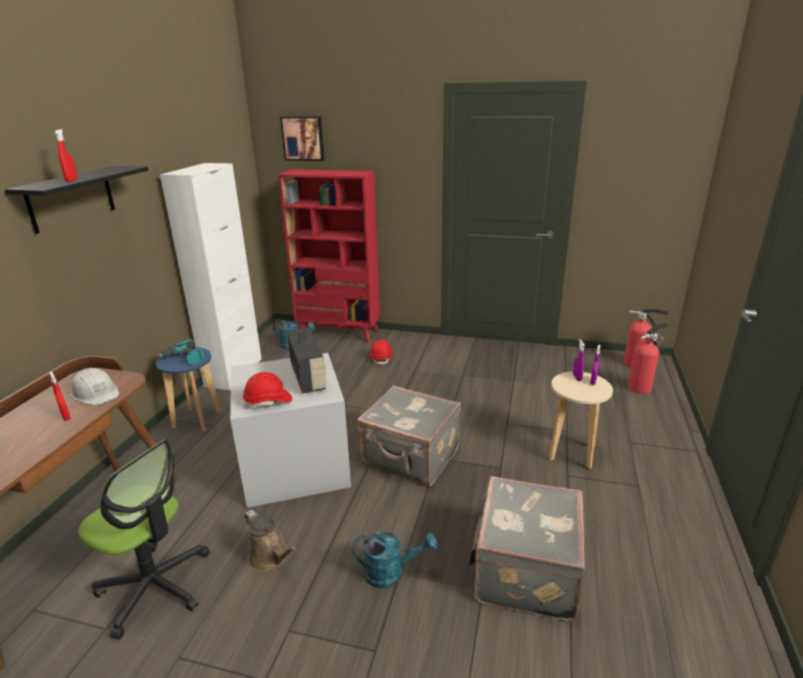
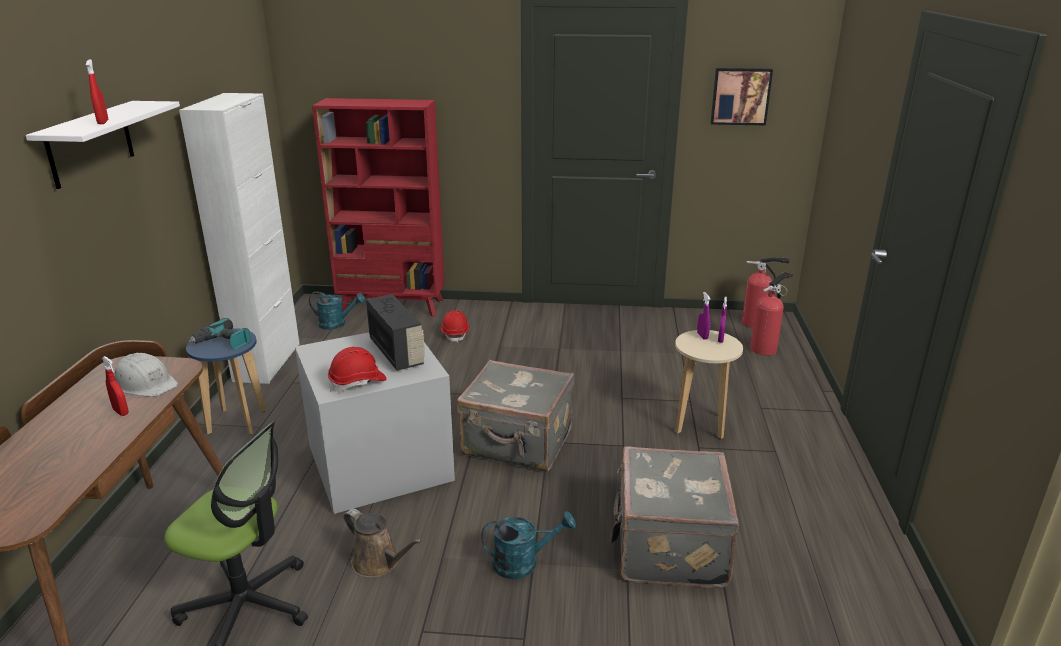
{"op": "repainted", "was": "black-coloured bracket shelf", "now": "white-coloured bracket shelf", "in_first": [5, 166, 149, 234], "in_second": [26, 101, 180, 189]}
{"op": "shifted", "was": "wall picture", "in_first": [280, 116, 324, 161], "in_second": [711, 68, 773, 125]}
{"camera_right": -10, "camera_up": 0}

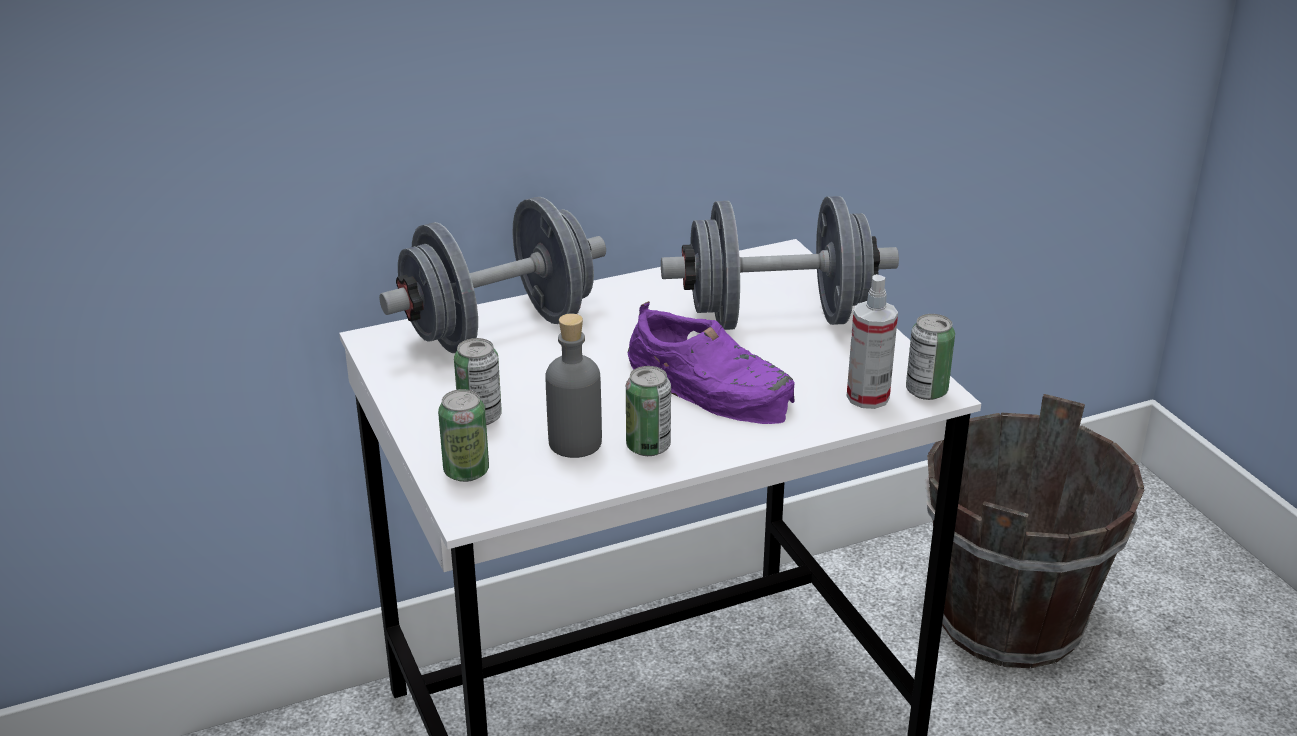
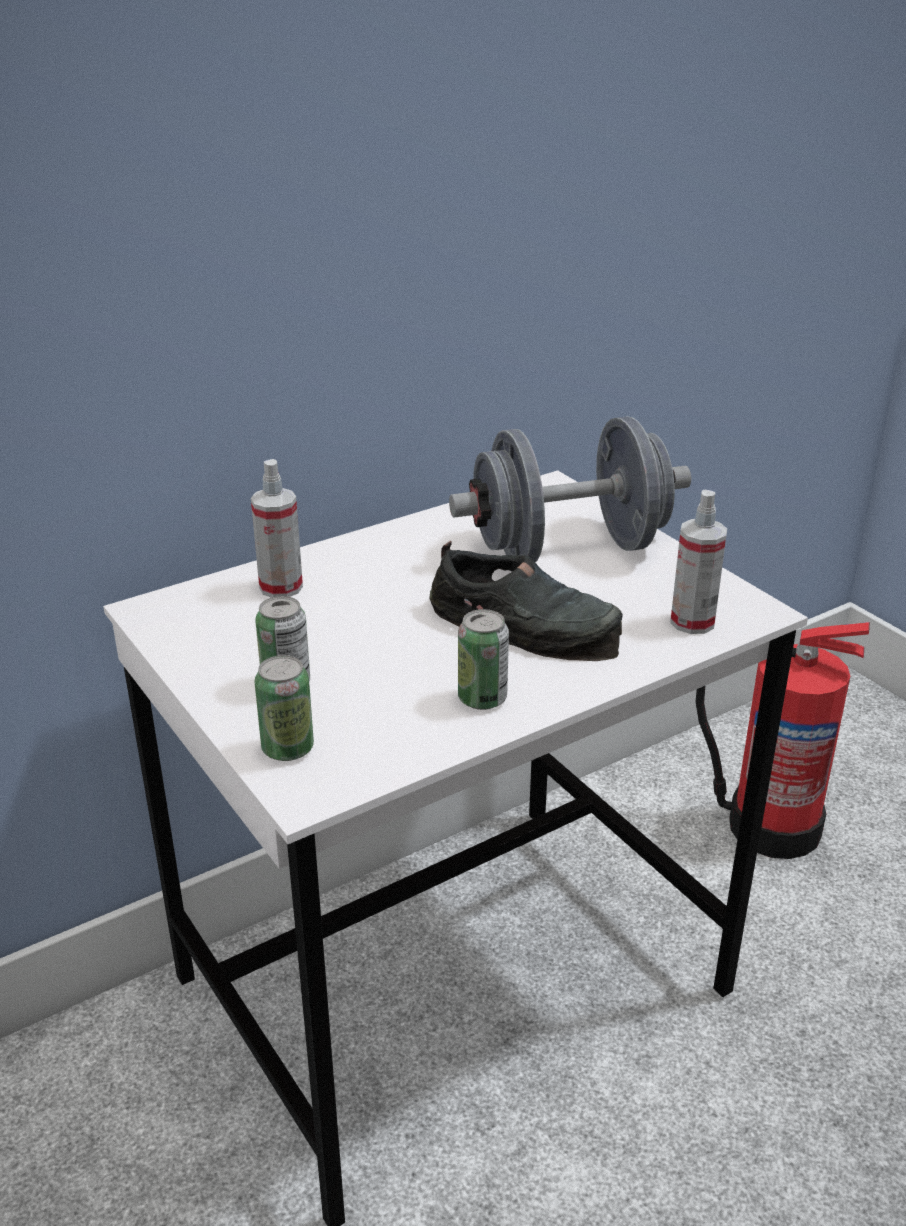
{"op": "swapped", "was": "grey dumbbell", "now": "hand sprayer", "in_first": [379, 197, 606, 353], "in_second": [251, 459, 303, 598]}
{"op": "gone", "was": "grey drink bottle", "in_first": [545, 313, 602, 458]}
{"op": "repainted", "was": "purple-coloured low shoe", "now": "black-coloured low shoe", "in_first": [628, 301, 795, 424], "in_second": [429, 541, 623, 661]}
{"op": "gone", "was": "metal can", "in_first": [906, 314, 955, 400]}
{"op": "swapped", "was": "brown pail", "now": "fire-fighting cylinder", "in_first": [925, 394, 1144, 668], "in_second": [696, 622, 870, 859]}
{"camera_right": -10, "camera_up": 0}

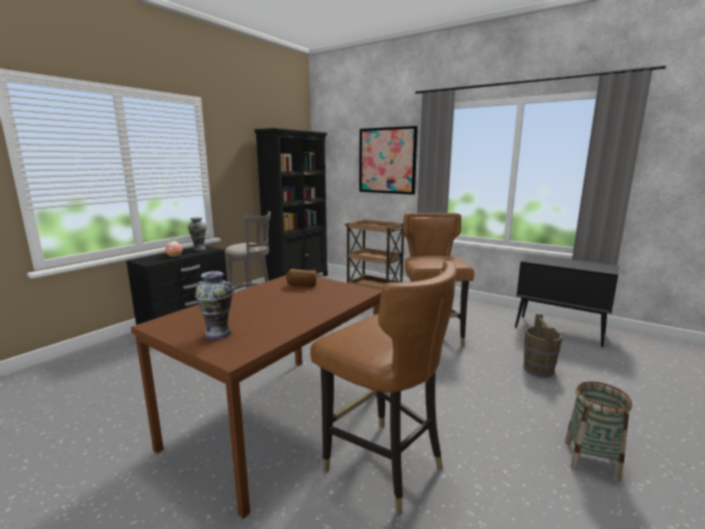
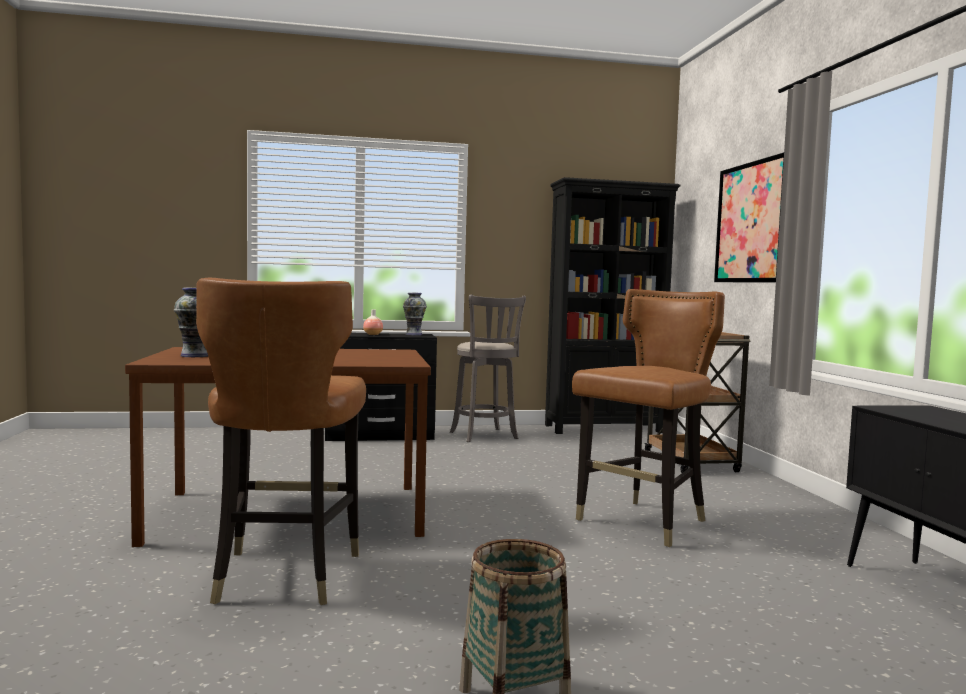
{"op": "gone", "was": "bread", "in_first": [286, 269, 317, 287]}
{"op": "gone", "was": "brown pail", "in_first": [523, 314, 563, 377]}
{"camera_right": 45, "camera_up": -10}

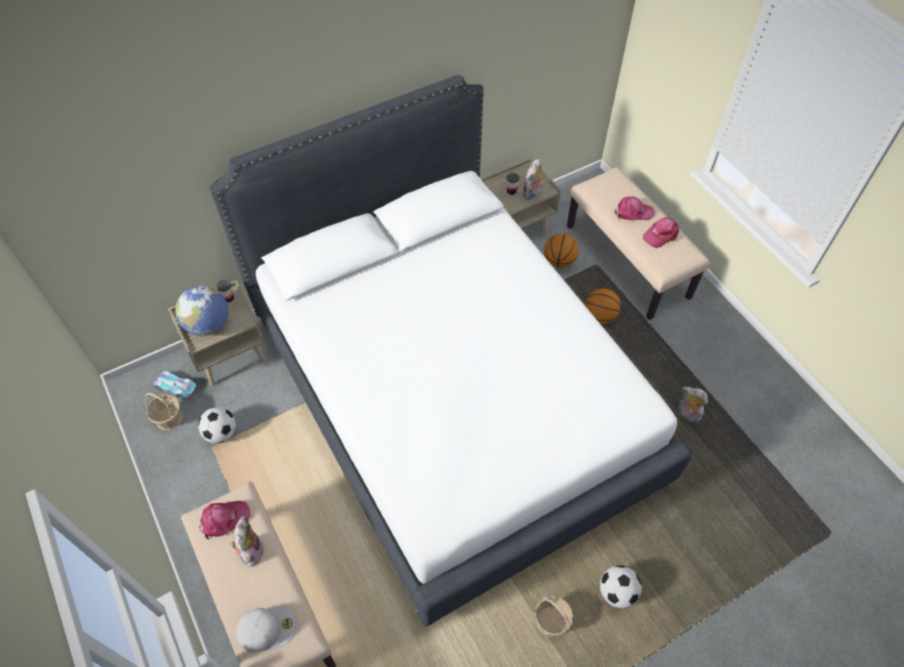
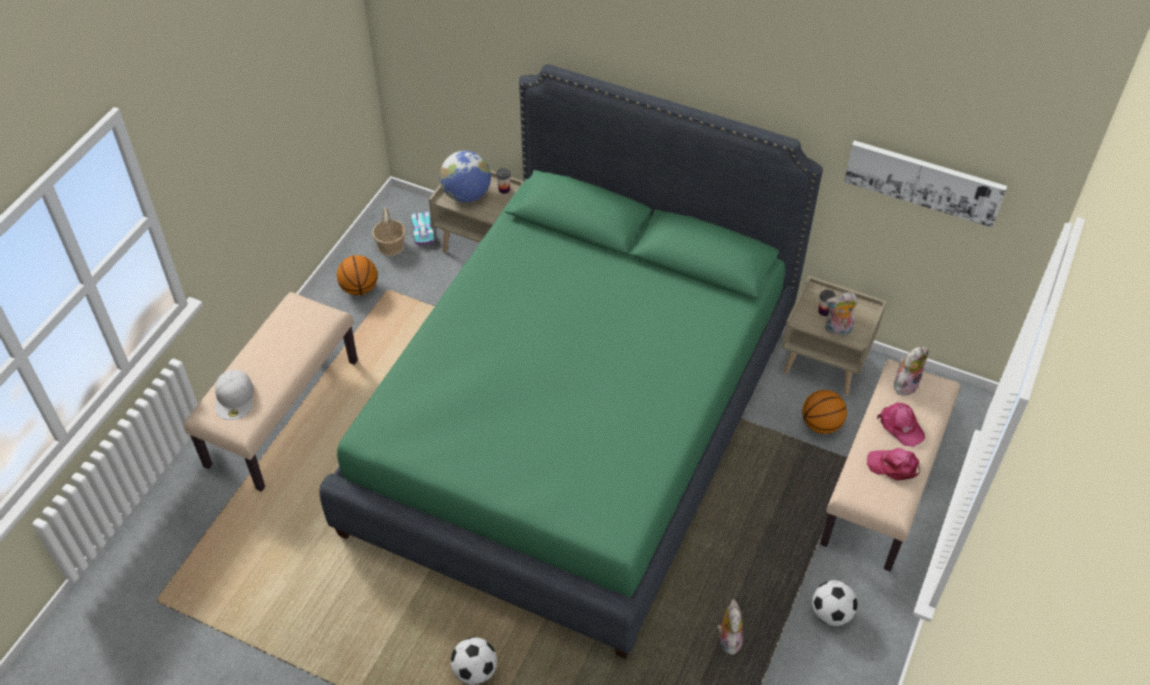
{"op": "shifted", "was": "football", "in_first": [198, 407, 236, 443], "in_second": [812, 580, 858, 626]}
{"op": "gone", "was": "pink-coloured baseball cap", "in_first": [200, 501, 251, 539]}
{"op": "repainted", "was": "white-coloured bed", "now": "green bed", "in_first": [210, 75, 692, 627], "in_second": [319, 64, 823, 659]}
{"op": "shifted", "was": "plush toy", "in_first": [230, 516, 264, 567], "in_second": [894, 347, 929, 396]}
{"op": "rotated", "was": "white-coloured baseball cap", "in_first": [236, 607, 296, 652], "in_second": [215, 370, 254, 420], "clockwise": 45}
{"op": "gone", "was": "storage basket", "in_first": [534, 596, 573, 637]}
{"op": "shifted", "was": "ball for basketball", "in_first": [585, 288, 621, 324], "in_second": [337, 255, 378, 296]}
{"op": "new", "now": "wall picture", "in_second": [844, 140, 1007, 228]}
{"camera_right": 55, "camera_up": -5}

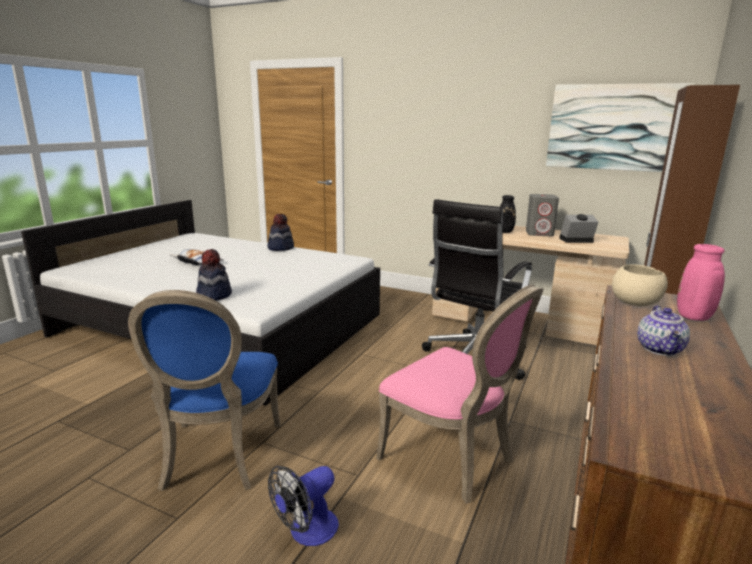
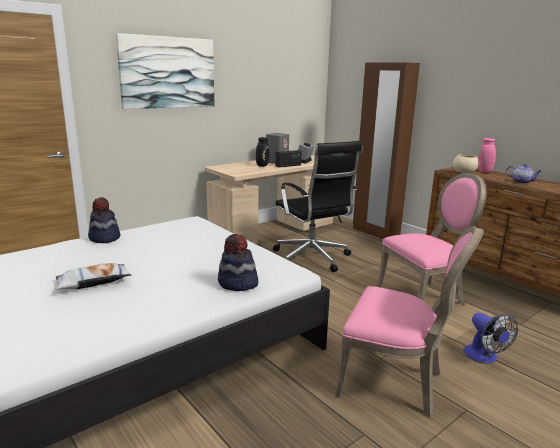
{"op": "repainted", "was": "bluish chair", "now": "pink-coloured chair", "in_first": [128, 290, 280, 491], "in_second": [335, 226, 484, 418]}
{"op": "shifted", "was": "wall picture", "in_first": [546, 83, 695, 172], "in_second": [116, 33, 215, 109]}
{"op": "new", "now": "radio", "in_second": [276, 150, 302, 167]}
{"camera_right": -65, "camera_up": 0}

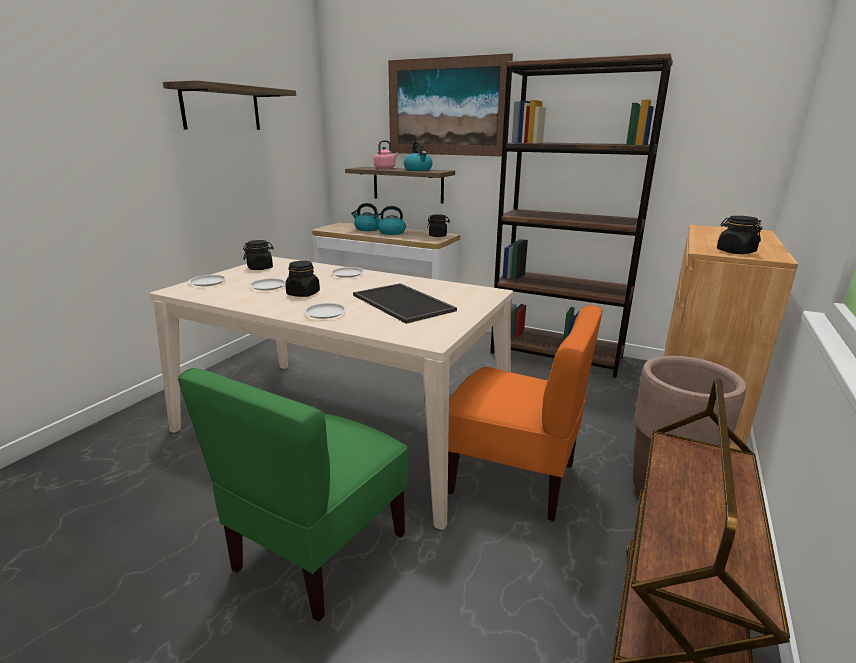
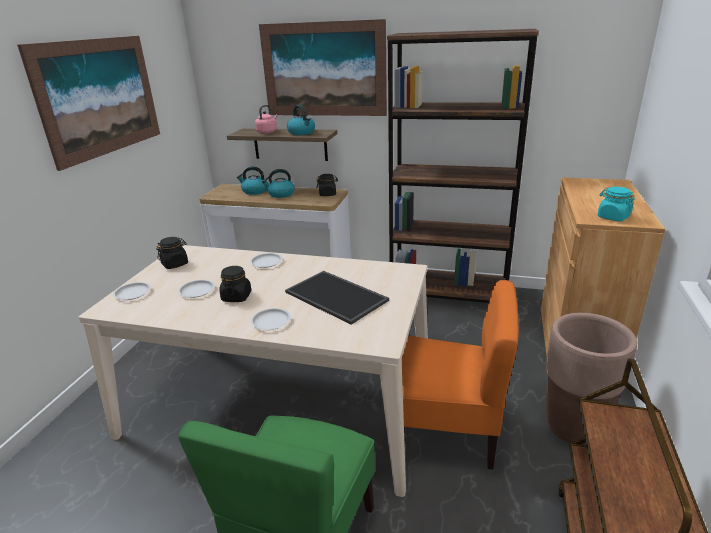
{"op": "swapped", "was": "bracket shelf", "now": "wall picture", "in_first": [163, 80, 296, 130], "in_second": [17, 36, 160, 171]}
{"op": "repainted", "was": "black-coloured preserve jar", "now": "turquoise preserve jar", "in_first": [717, 216, 763, 254], "in_second": [598, 187, 635, 221]}
{"camera_right": -10, "camera_up": 5}

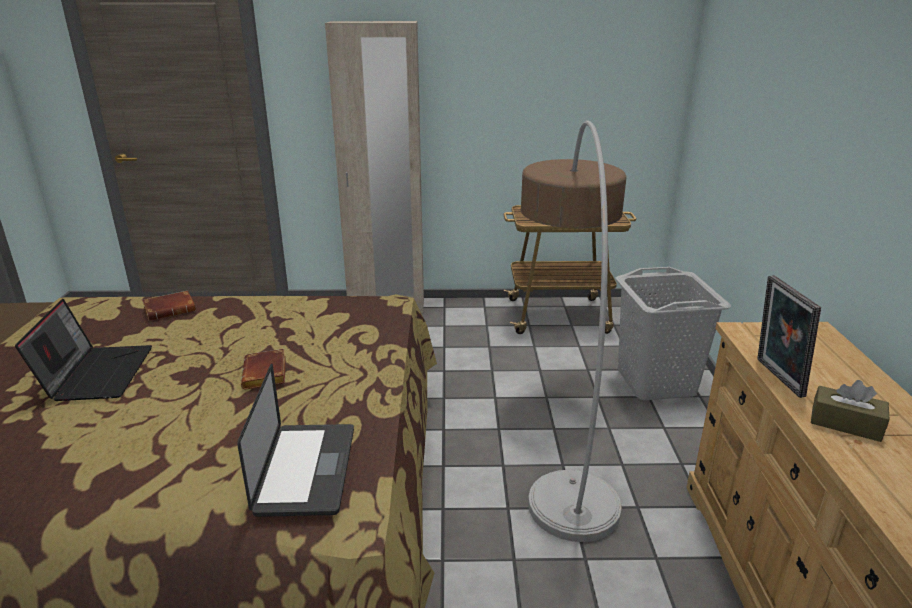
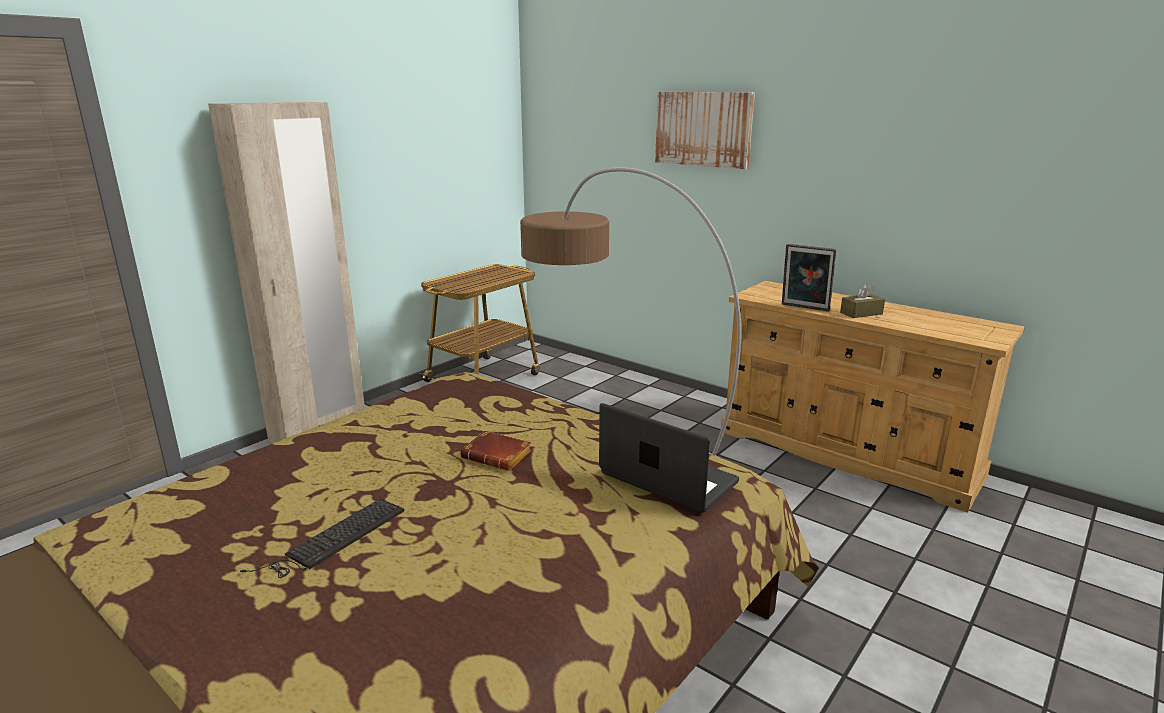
{"op": "swapped", "was": "notebook computer", "now": "keyboard", "in_first": [15, 299, 152, 401], "in_second": [240, 499, 404, 578]}
{"op": "gone", "was": "brown volume", "in_first": [142, 291, 196, 321]}
{"op": "gone", "was": "grey hamper", "in_first": [615, 267, 731, 400]}
{"op": "new", "now": "wall picture", "in_second": [655, 92, 755, 169]}
{"camera_right": -50, "camera_up": -5}

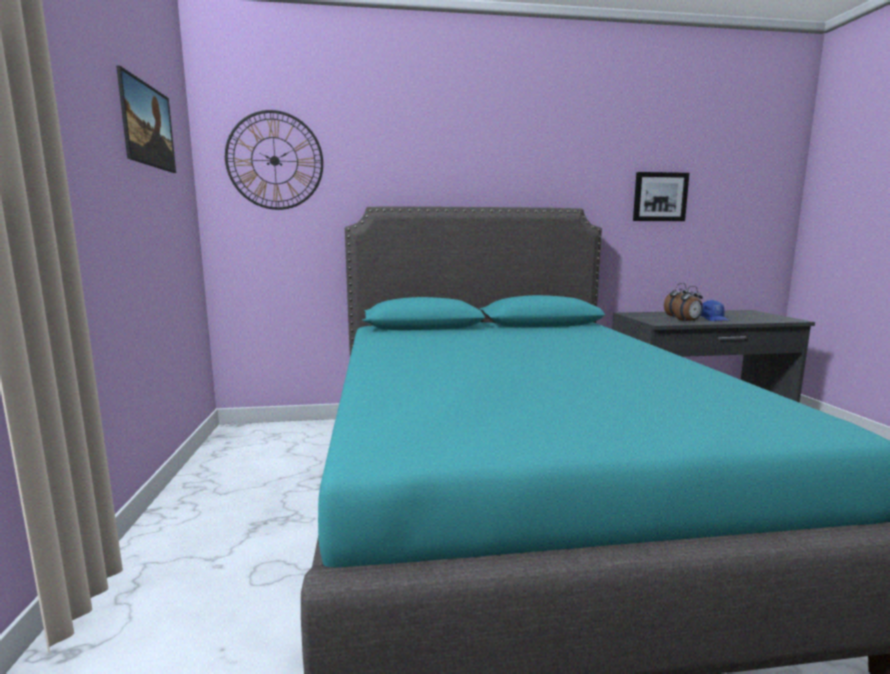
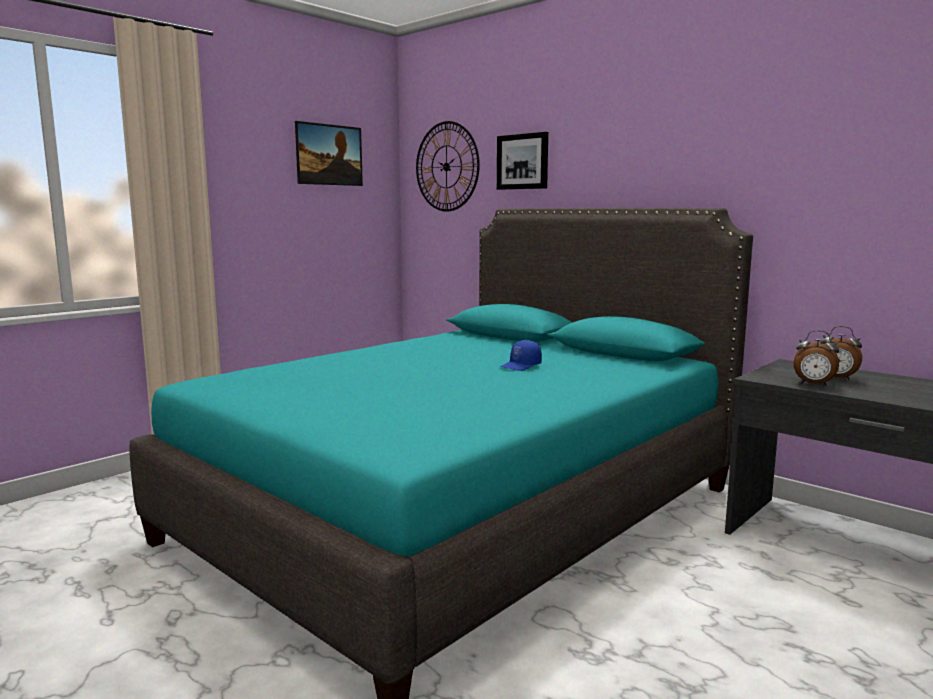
{"op": "shifted", "was": "wall picture", "in_first": [633, 172, 689, 221], "in_second": [497, 132, 548, 190]}
{"op": "shifted", "was": "bluish baseball cap", "in_first": [700, 300, 730, 321], "in_second": [501, 340, 542, 371]}
{"camera_right": 50, "camera_up": 0}

